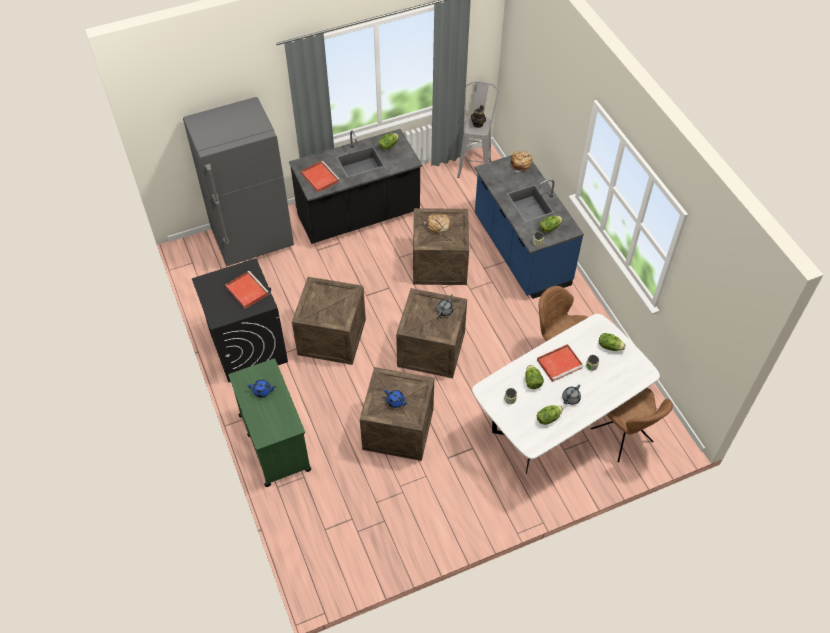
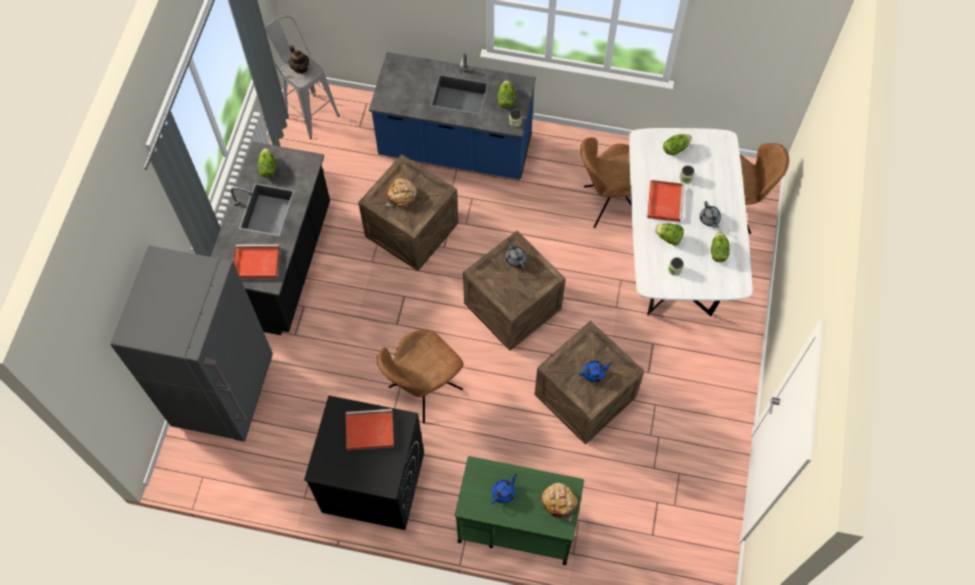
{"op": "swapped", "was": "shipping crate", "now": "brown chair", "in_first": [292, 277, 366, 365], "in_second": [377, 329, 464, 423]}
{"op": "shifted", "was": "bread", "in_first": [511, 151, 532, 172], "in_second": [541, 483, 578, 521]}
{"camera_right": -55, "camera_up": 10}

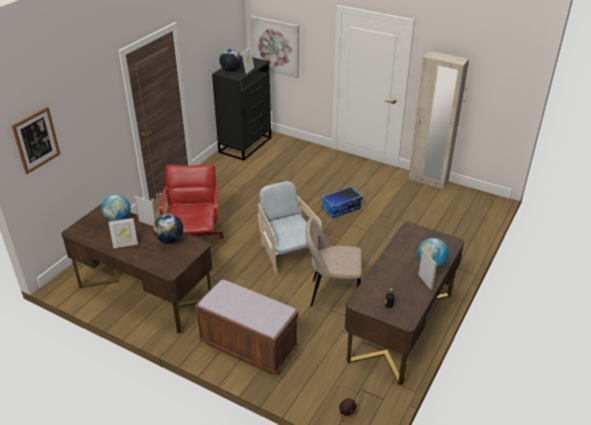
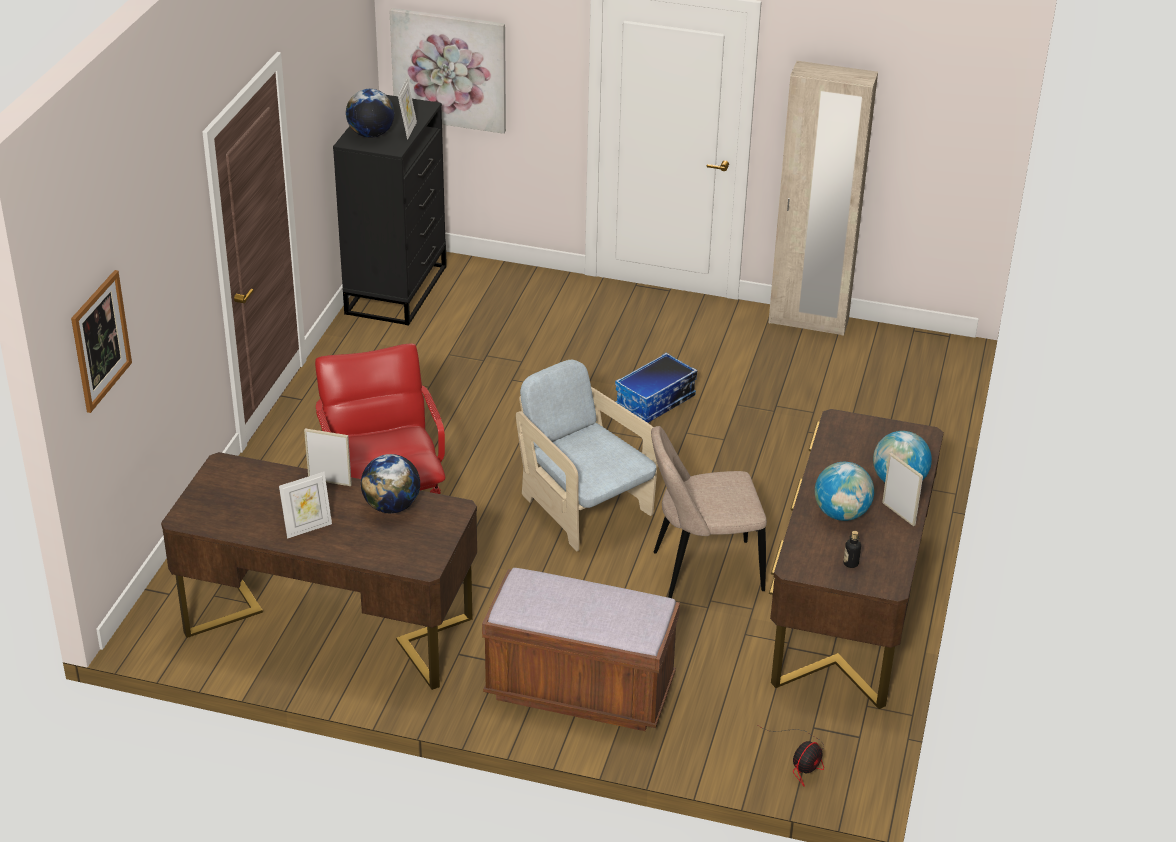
{"op": "shifted", "was": "world globe", "in_first": [101, 194, 131, 221], "in_second": [815, 462, 874, 521]}
{"camera_right": -15, "camera_up": 0}

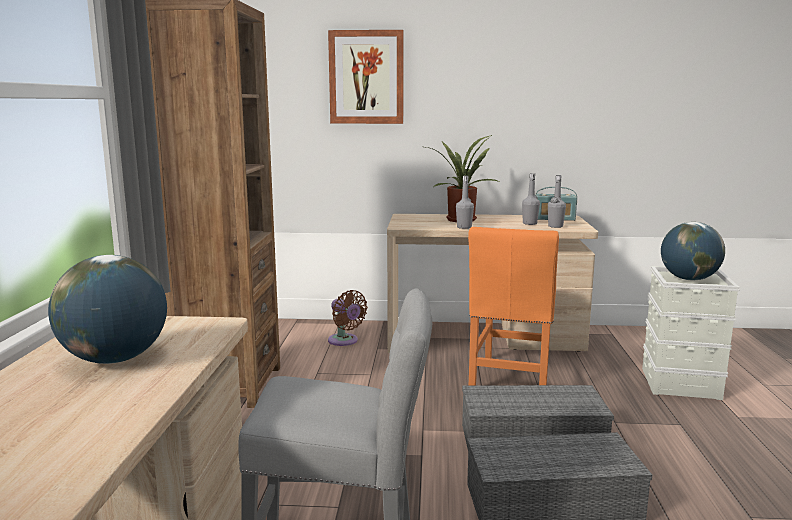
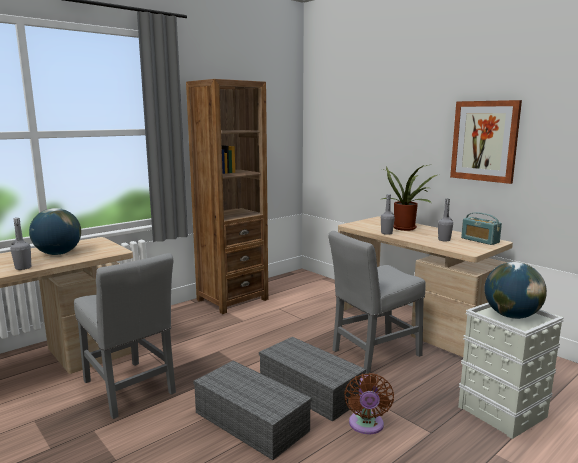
{"op": "shifted", "was": "wall picture", "in_first": [328, 30, 404, 124], "in_second": [450, 100, 522, 184]}
{"op": "shifted", "was": "brown electric fan", "in_first": [328, 290, 368, 346], "in_second": [344, 373, 394, 434]}
{"op": "repainted", "was": "orange-coloured chair", "now": "grey chair", "in_first": [468, 227, 559, 386], "in_second": [328, 231, 426, 374]}
{"op": "shifted", "was": "grey drink bottle", "in_first": [548, 175, 566, 228], "in_second": [10, 218, 31, 270]}
{"camera_right": 45, "camera_up": 0}

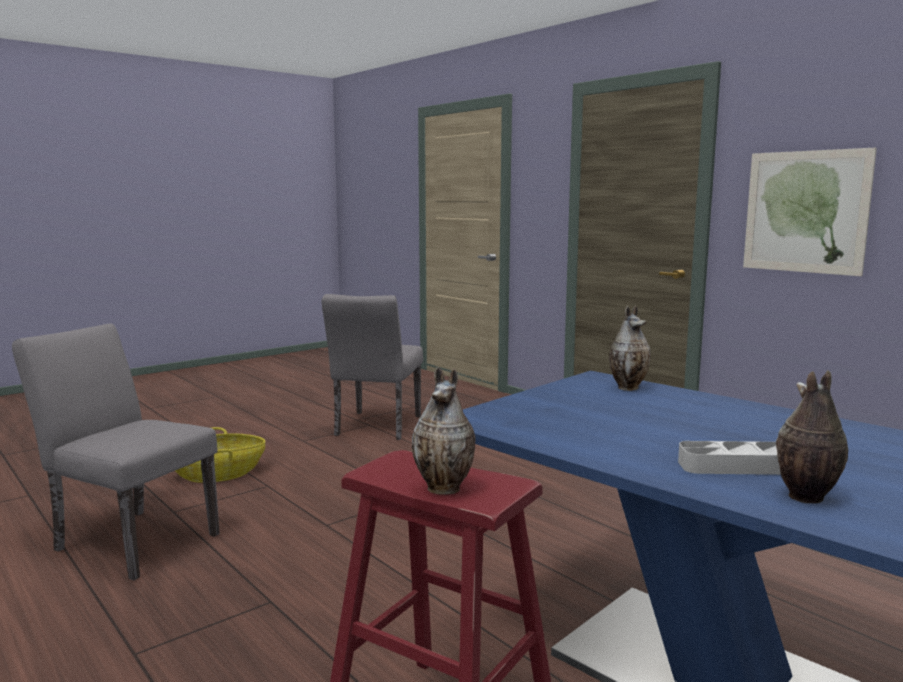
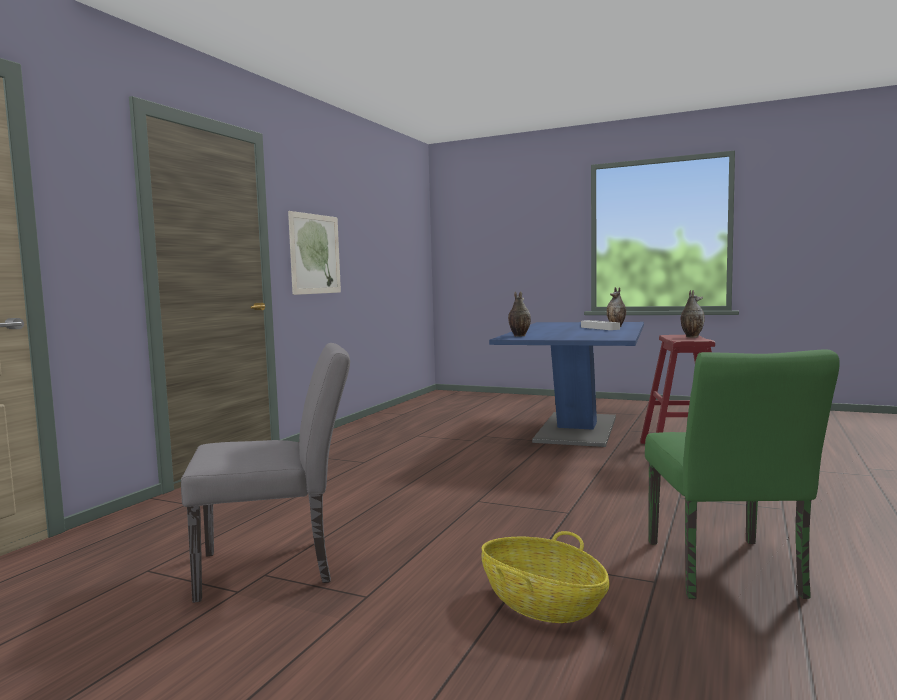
{"op": "repainted", "was": "grey chair", "now": "green chair", "in_first": [12, 324, 220, 581], "in_second": [645, 349, 840, 599]}
{"camera_right": -115, "camera_up": -5}

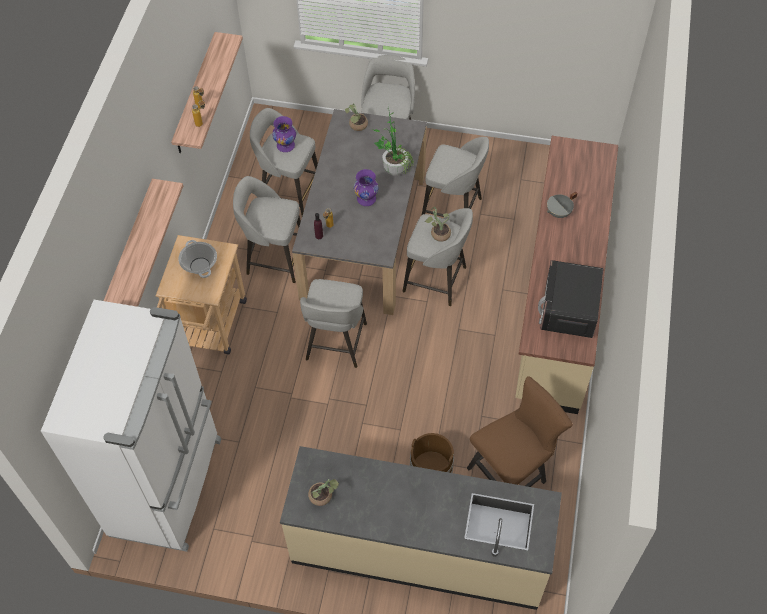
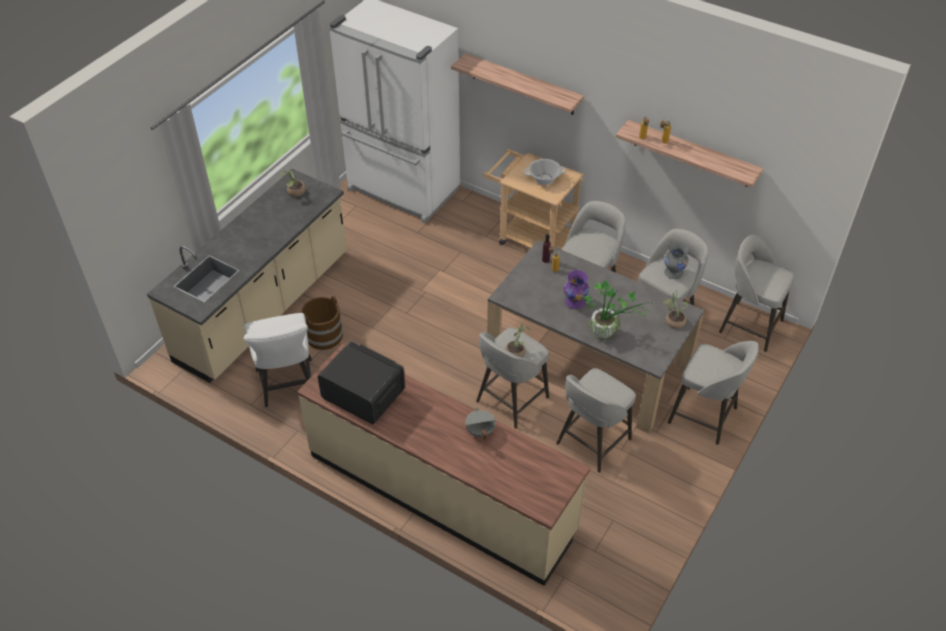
{"op": "repainted", "was": "purple-coloured vase", "now": "grey vase", "in_first": [272, 116, 296, 152], "in_second": [664, 242, 689, 279]}
{"op": "shifted", "was": "grey sitting stool", "in_first": [300, 279, 367, 368], "in_second": [719, 234, 795, 352]}
{"op": "repainted", "was": "brown chair", "now": "white-coloured chair", "in_first": [467, 376, 573, 487], "in_second": [244, 313, 312, 407]}
{"camera_right": 110, "camera_up": -10}

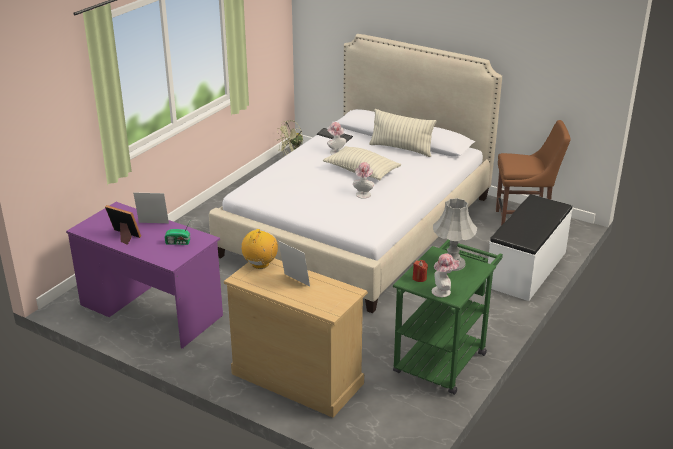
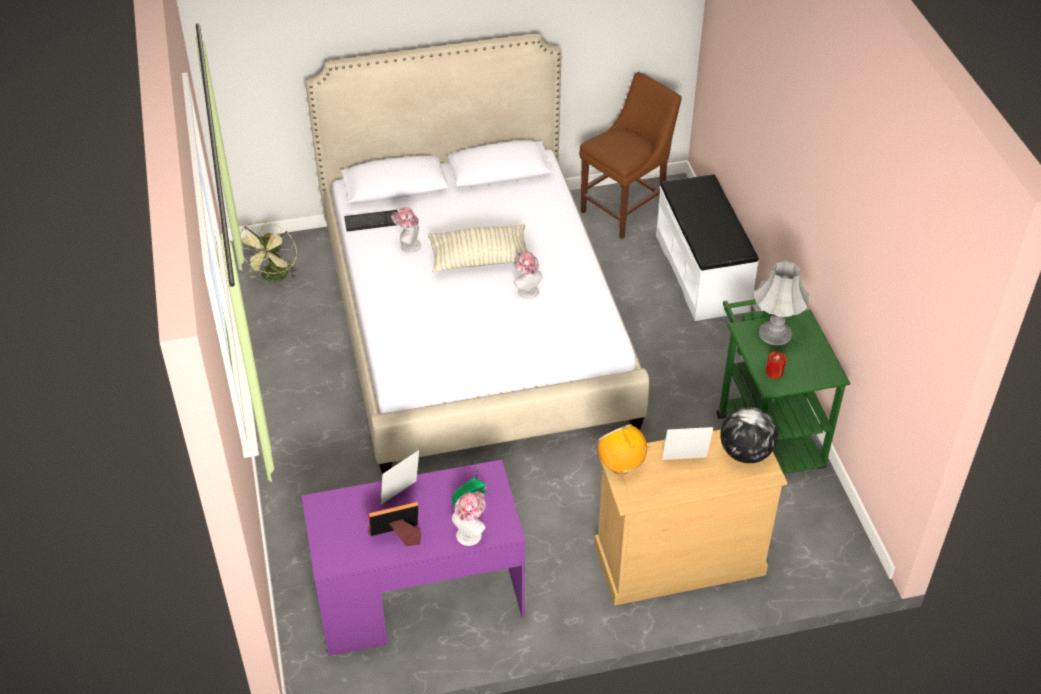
{"op": "gone", "was": "cushion", "in_first": [369, 109, 436, 157]}
{"op": "shifted", "was": "wearable hat", "in_first": [432, 254, 460, 297], "in_second": [452, 491, 486, 546]}
{"op": "new", "now": "world globe", "in_second": [720, 407, 778, 463]}
{"camera_right": -45, "camera_up": 15}

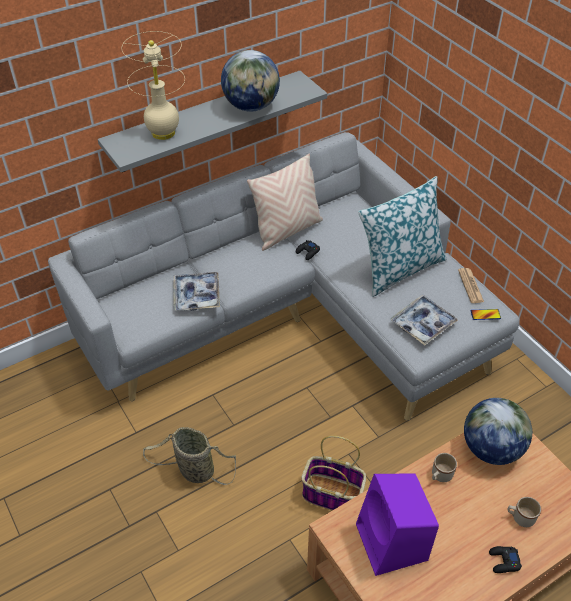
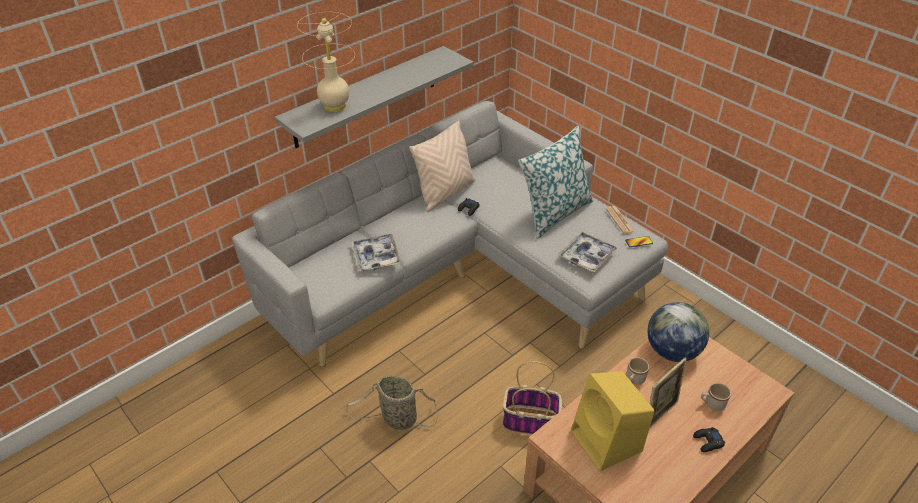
{"op": "gone", "was": "world globe", "in_first": [221, 50, 280, 112]}
{"op": "repainted", "was": "purple-coloured speaker", "now": "yellow speaker", "in_first": [356, 473, 439, 576], "in_second": [571, 371, 654, 471]}
{"op": "new", "now": "picture frame", "in_second": [649, 358, 687, 429]}
{"camera_right": -10, "camera_up": -5}

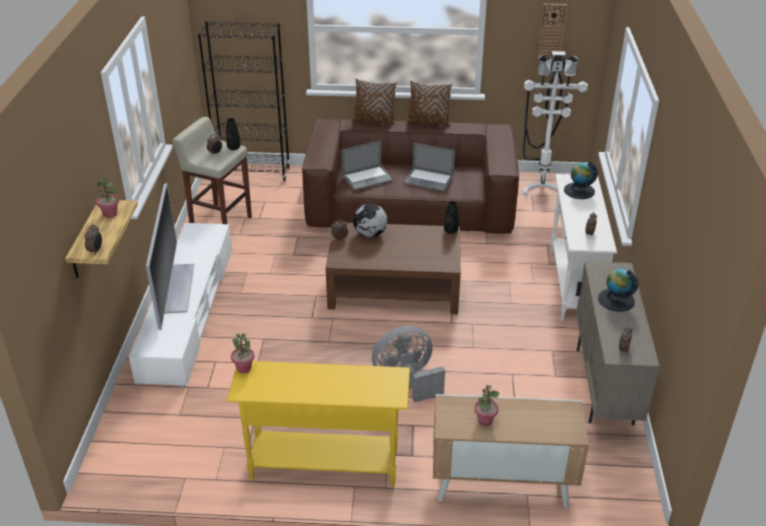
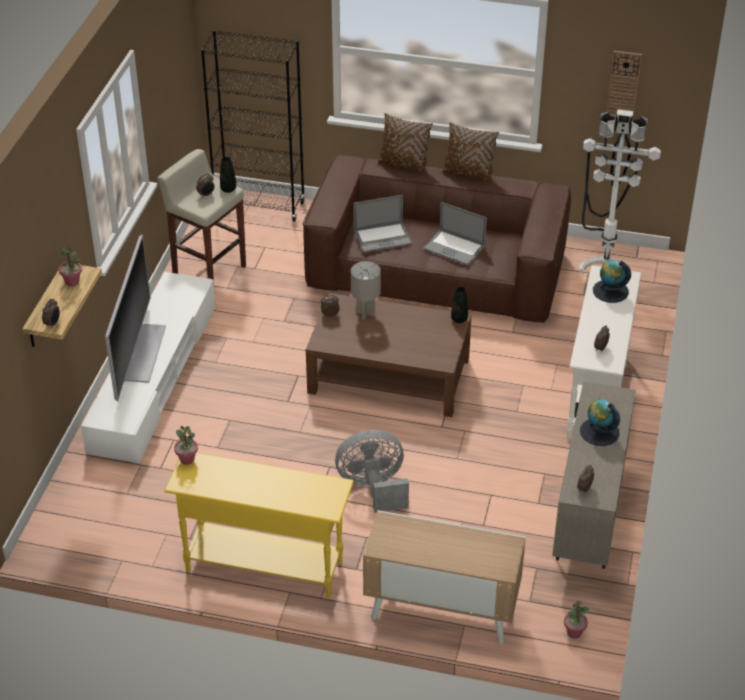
{"op": "swapped", "was": "world globe", "now": "grey table lamp", "in_first": [353, 203, 387, 237], "in_second": [351, 261, 381, 319]}
{"op": "shifted", "was": "houseplant", "in_first": [474, 385, 499, 426], "in_second": [564, 600, 589, 639]}
{"camera_right": 10, "camera_up": 5}

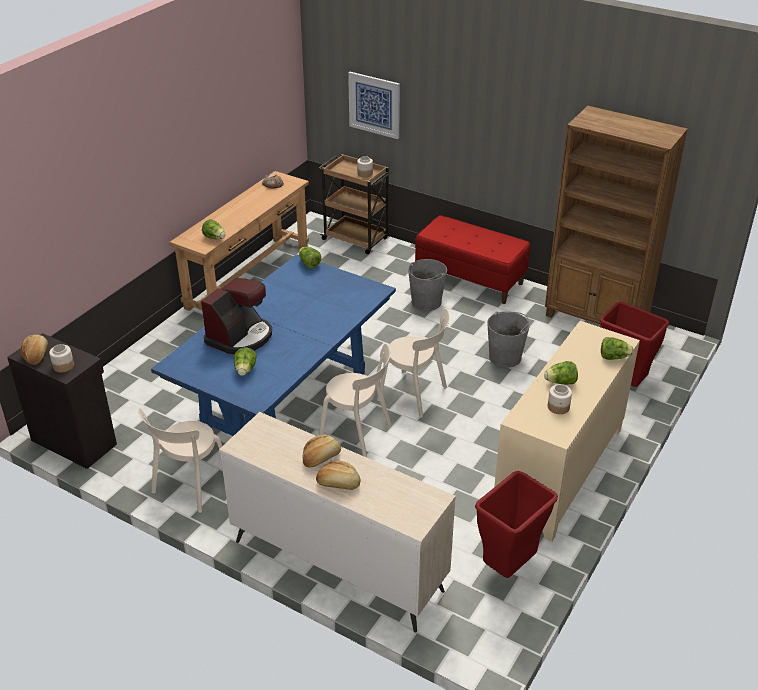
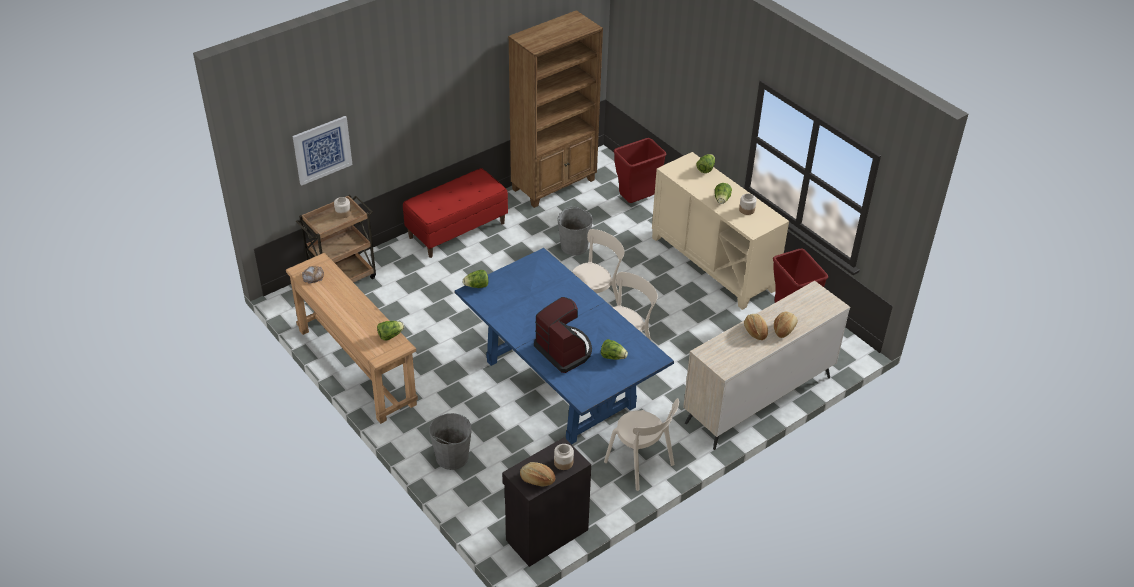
{"op": "shifted", "was": "grey pail", "in_first": [408, 259, 447, 311], "in_second": [429, 413, 472, 470]}
{"camera_right": -70, "camera_up": 5}

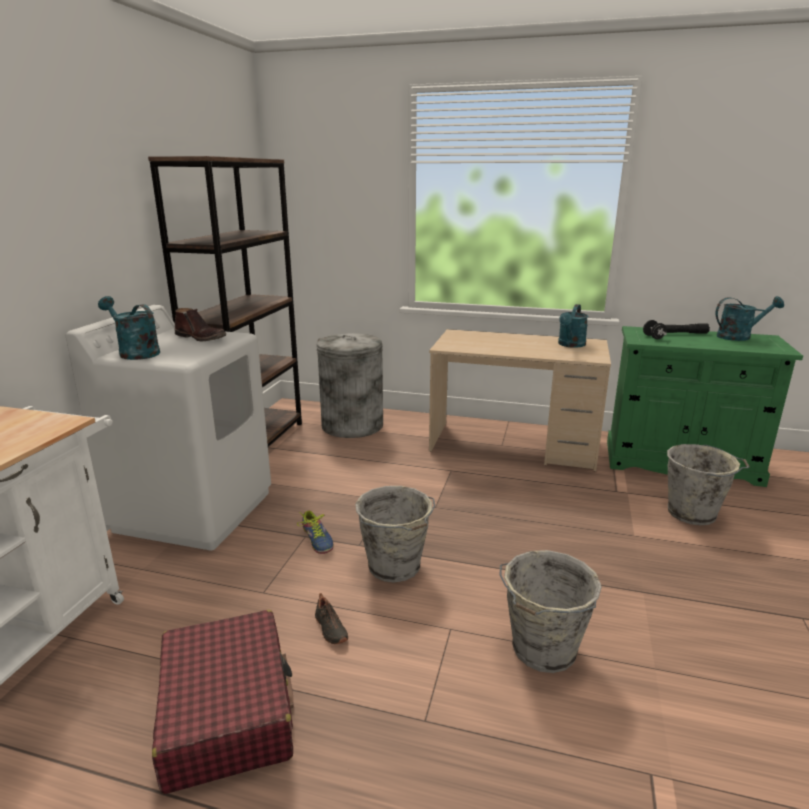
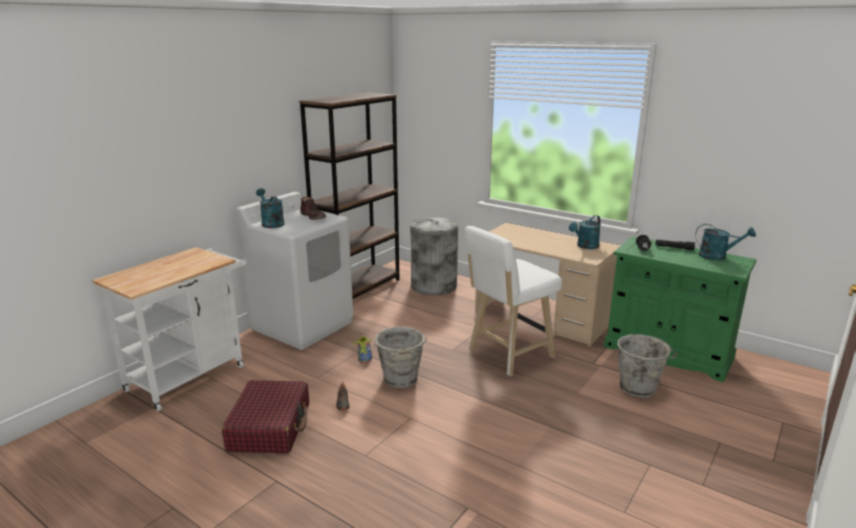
{"op": "gone", "was": "grey pail", "in_first": [500, 550, 602, 673]}
{"op": "new", "now": "white-coloured sitting stool", "in_second": [465, 226, 562, 376]}
{"camera_right": 20, "camera_up": 0}

